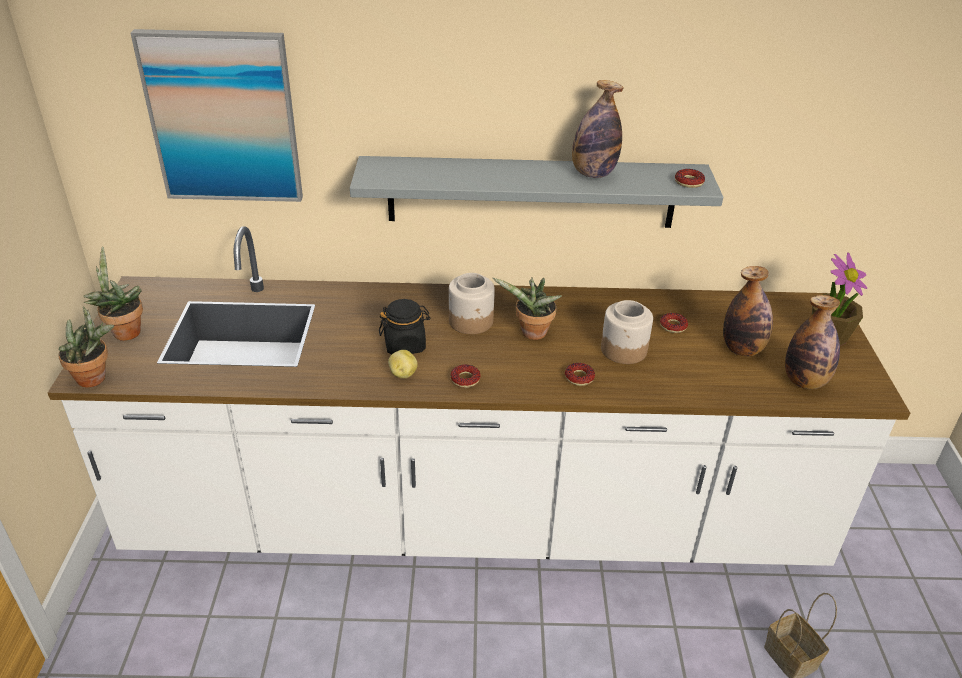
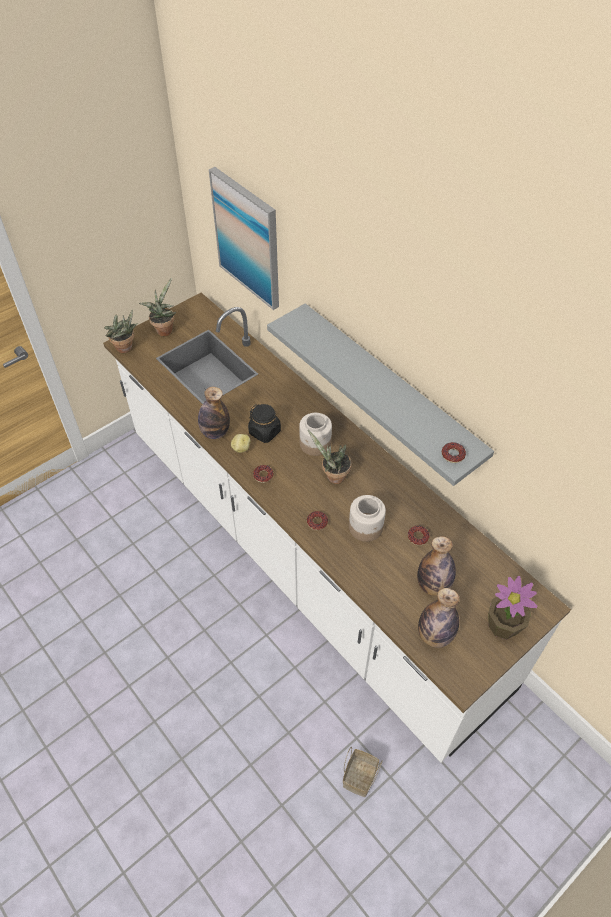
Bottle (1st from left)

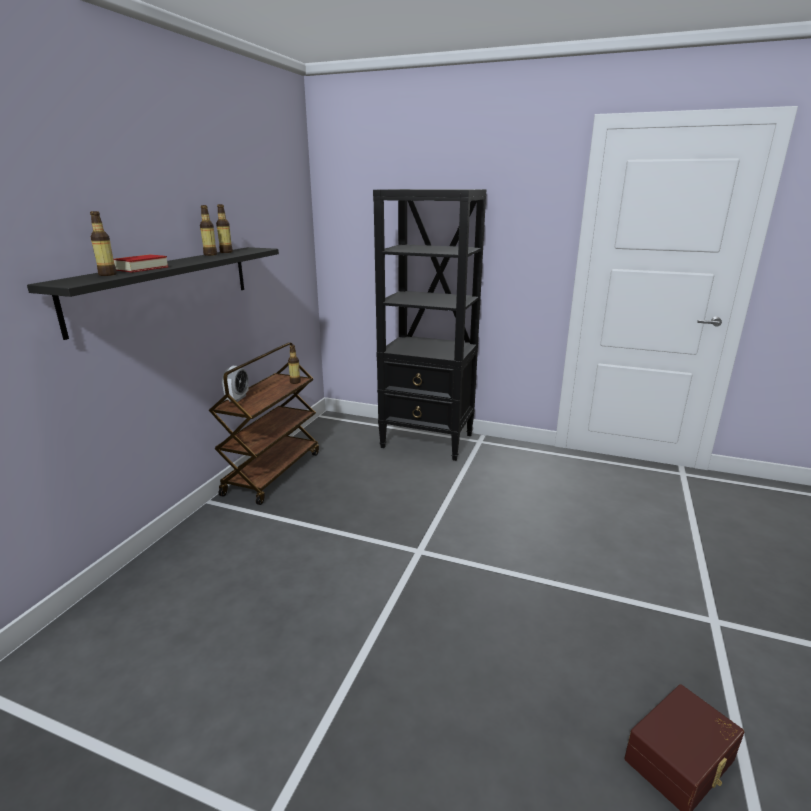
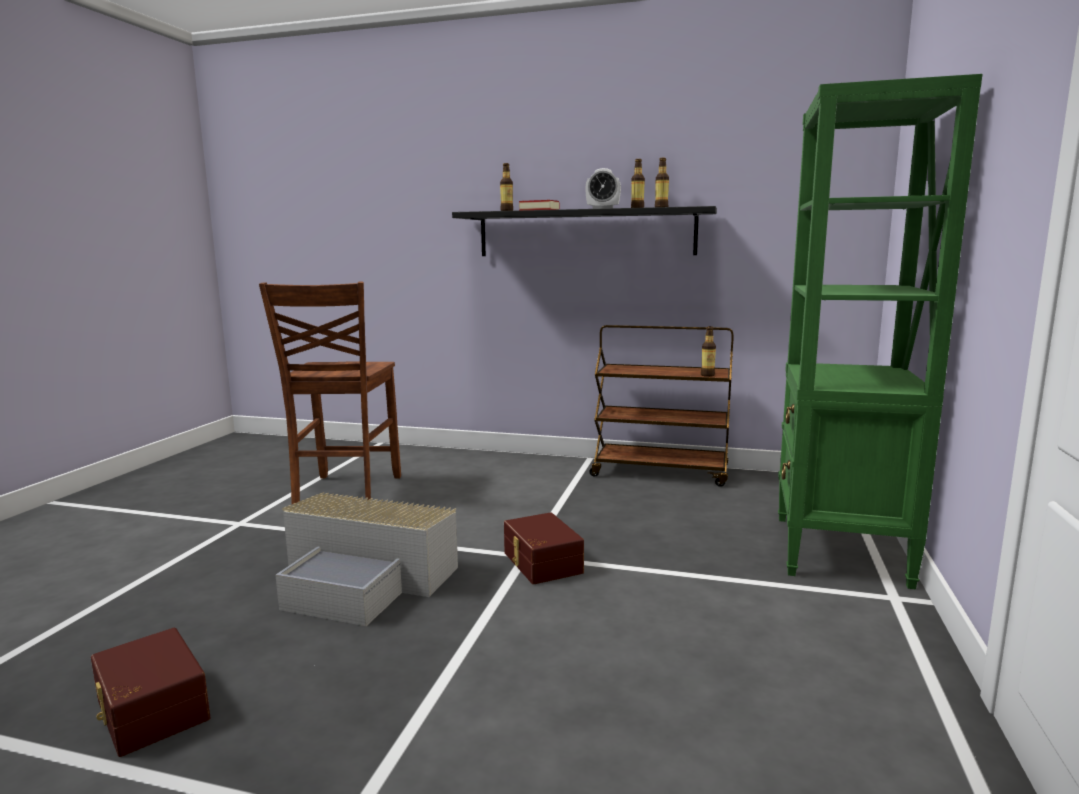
BrownUprightChair
GrayStorageBin
BrownStorageBin (2nd from left)
BedsideClock
GreenishBookcase

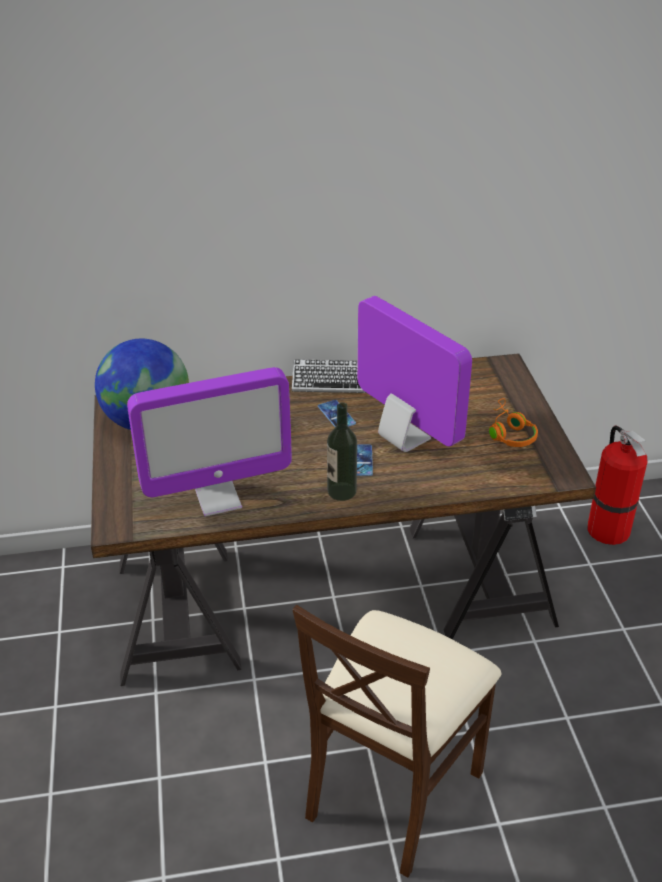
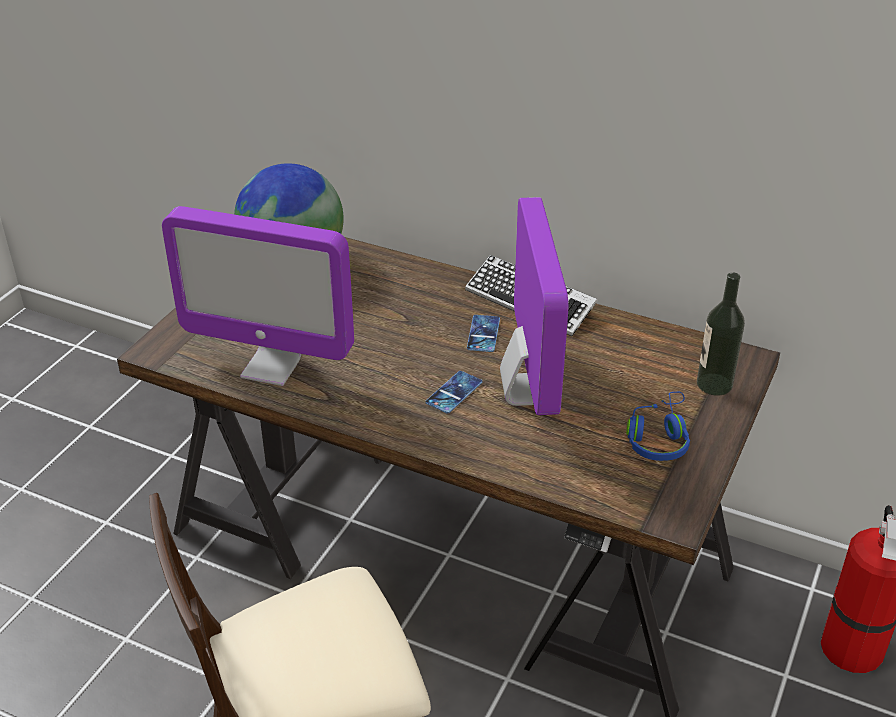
BluishHeadset
Bottle

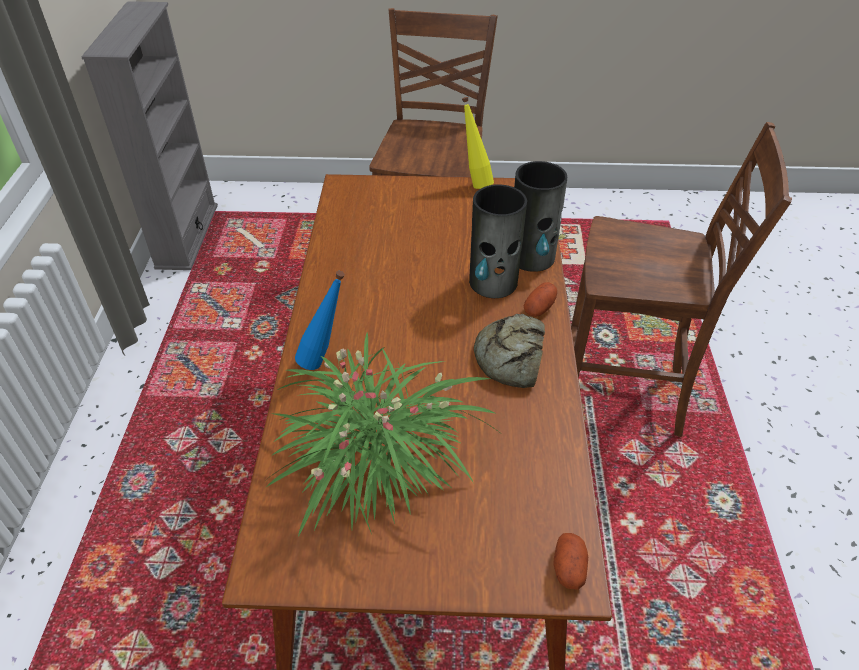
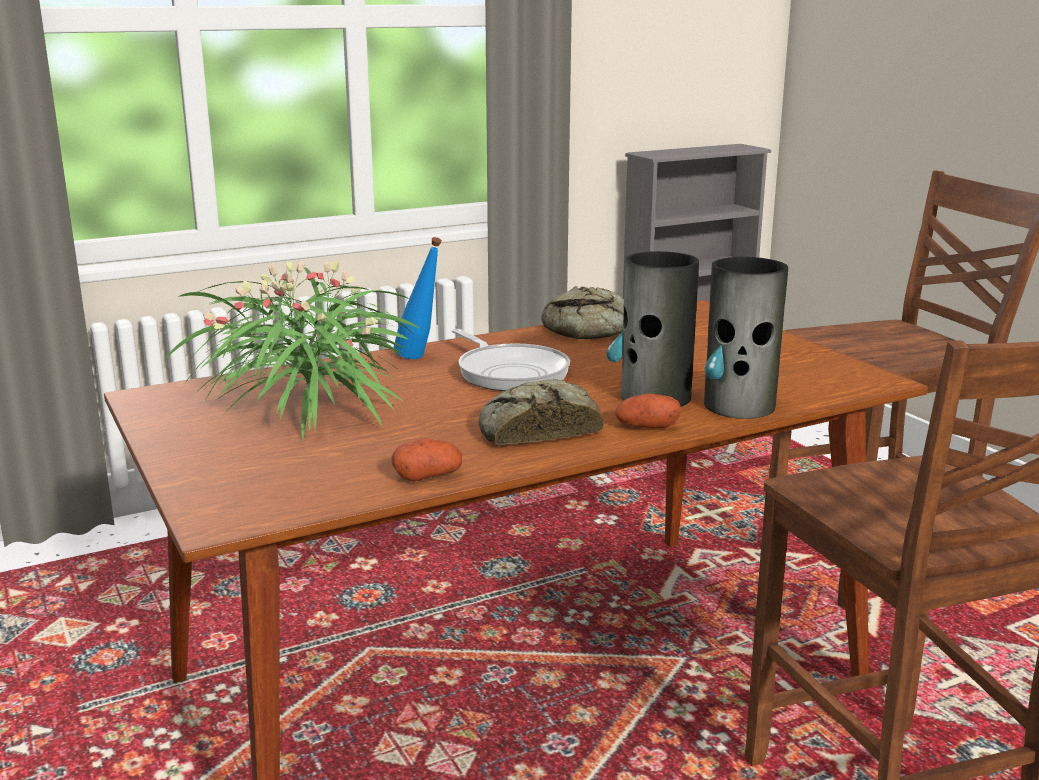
Potato (1st from left)
Skillet
BakeryBread (2nd from left)
YellowBottle

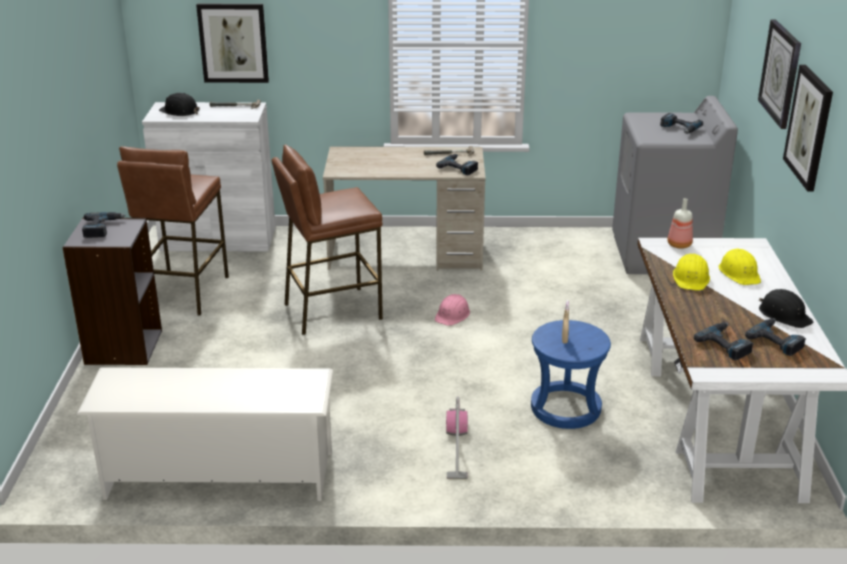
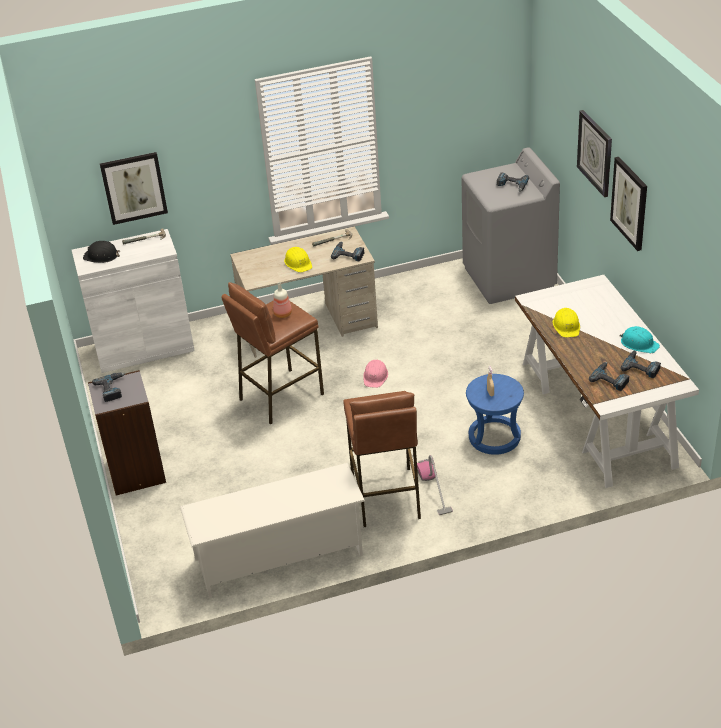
Bottle
YellowWorkHelmet (1st from left)
BrownStool (2nd from left)
BlueGreenWorkHelmet

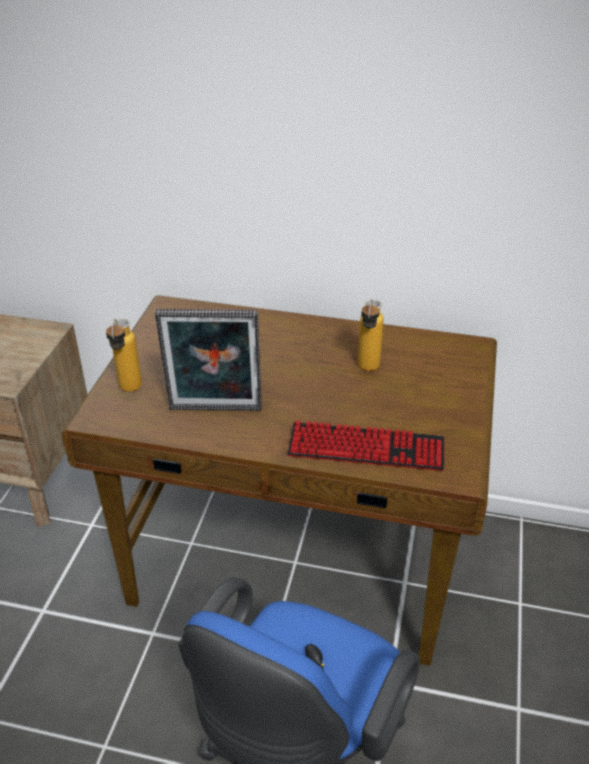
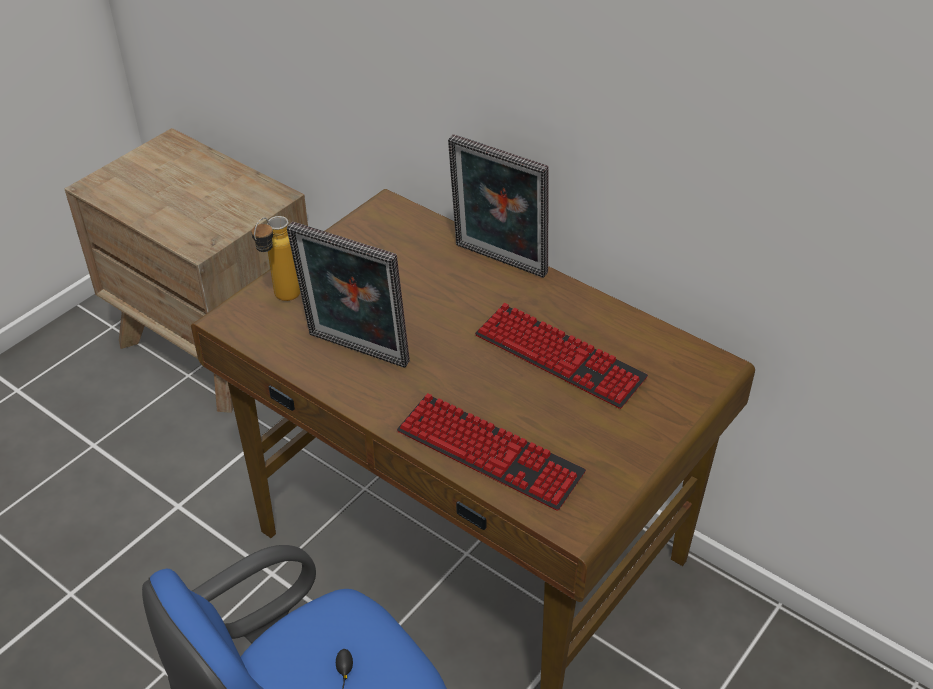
PhotoFrame (2nd from left)
ComputerKeyboard (2nd from left)

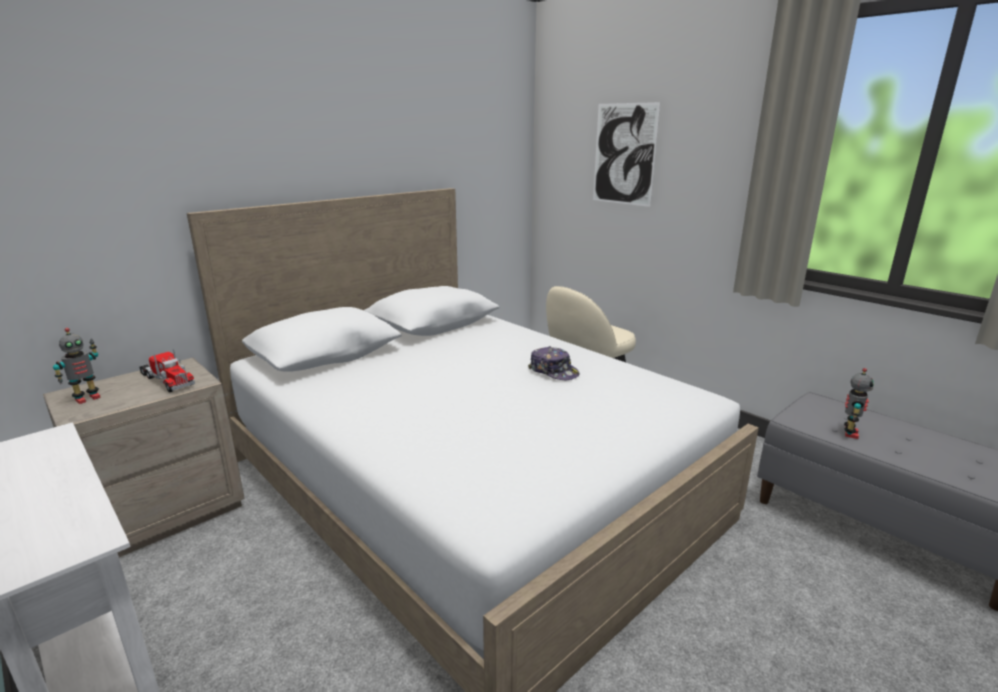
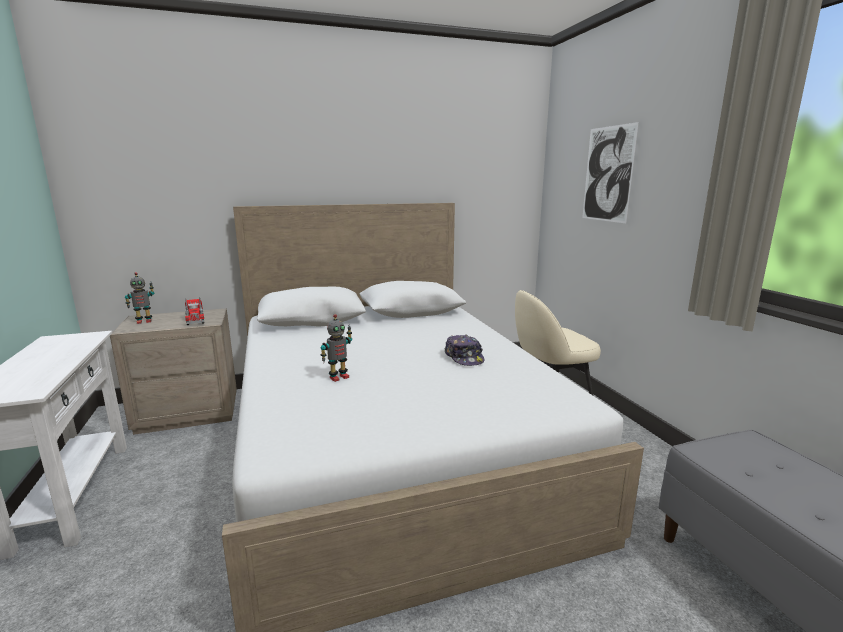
ToyRobot (2nd from left)

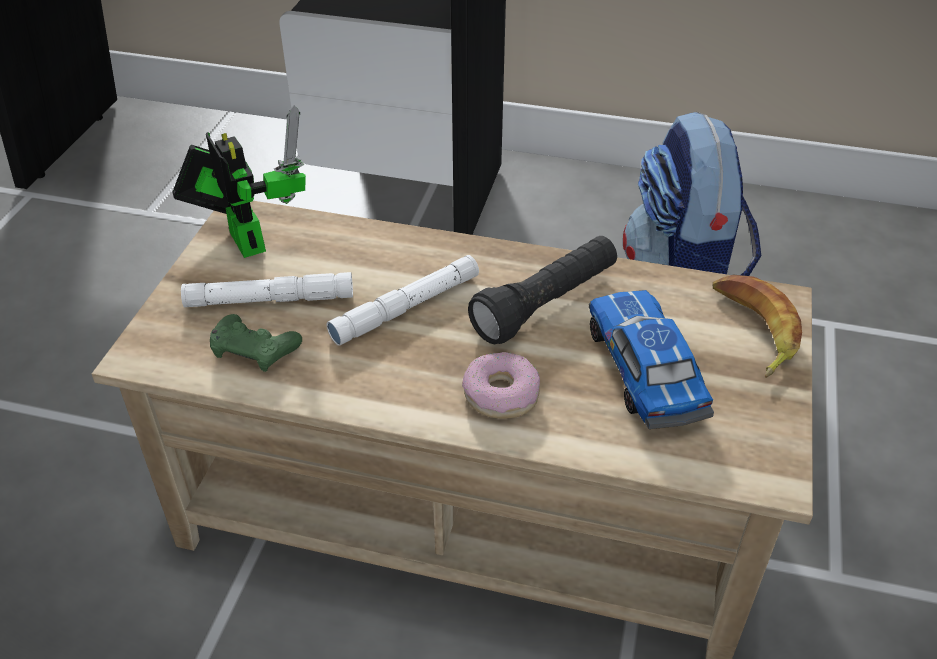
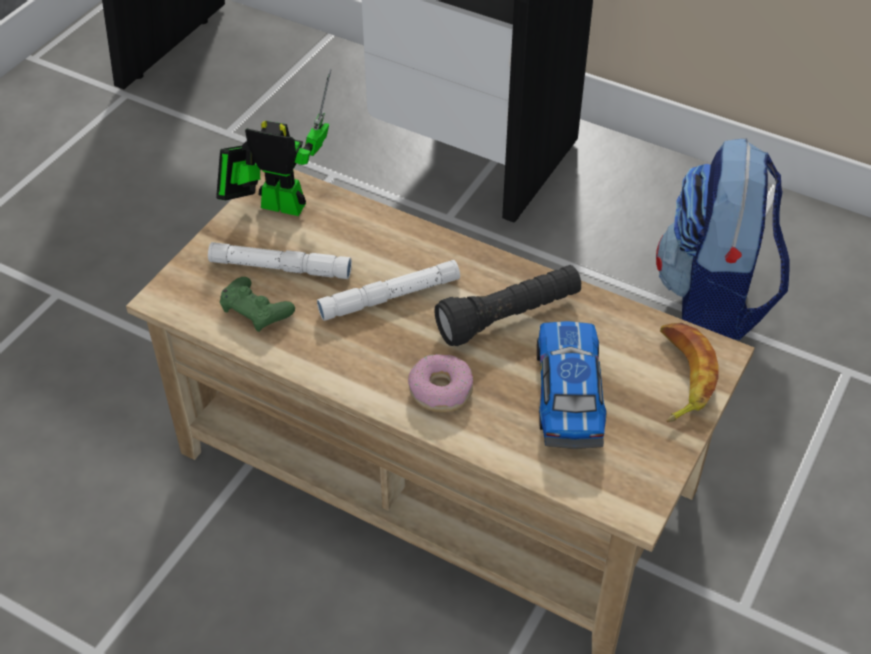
ToyRobot

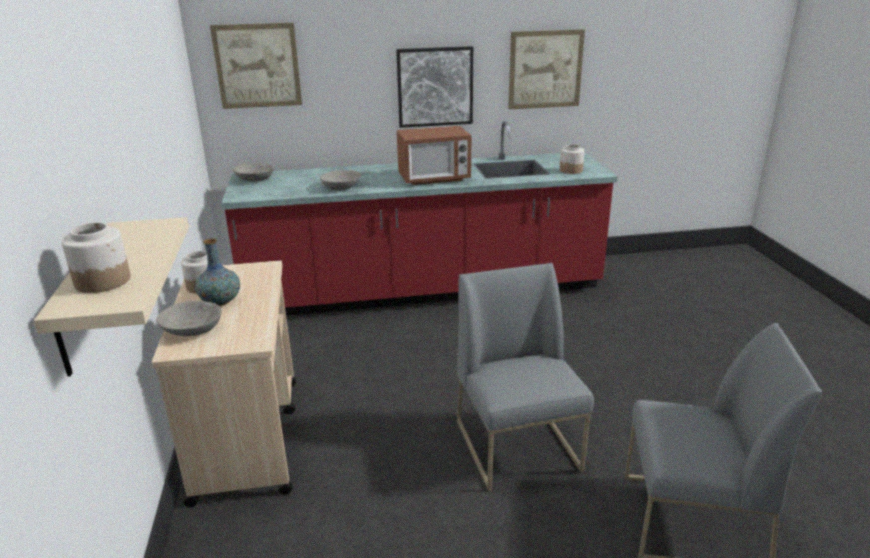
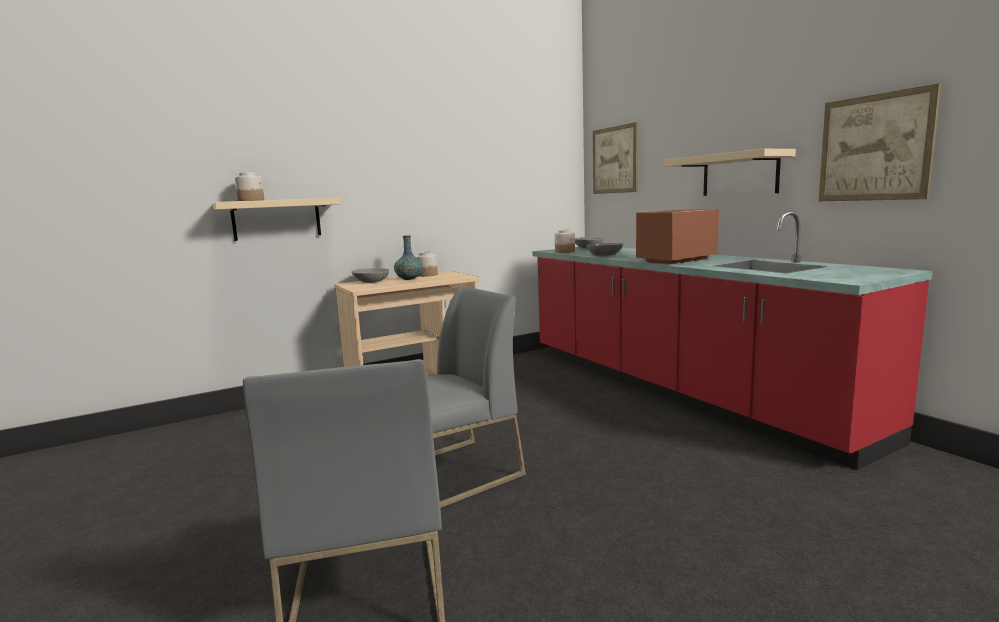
StorageJar (3rd from left)
KitchenMicrowave
BeigeColouredShelf (2nd from left)

